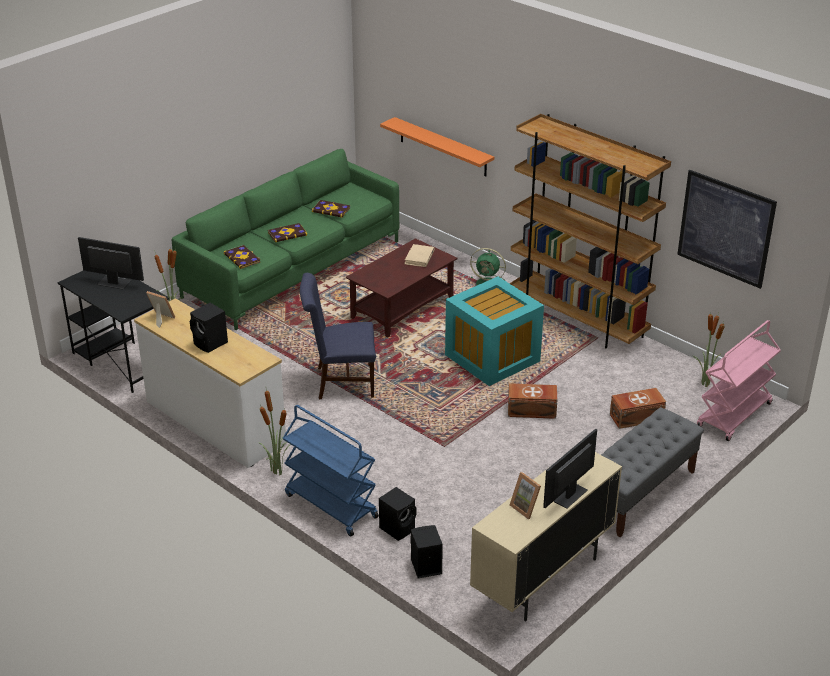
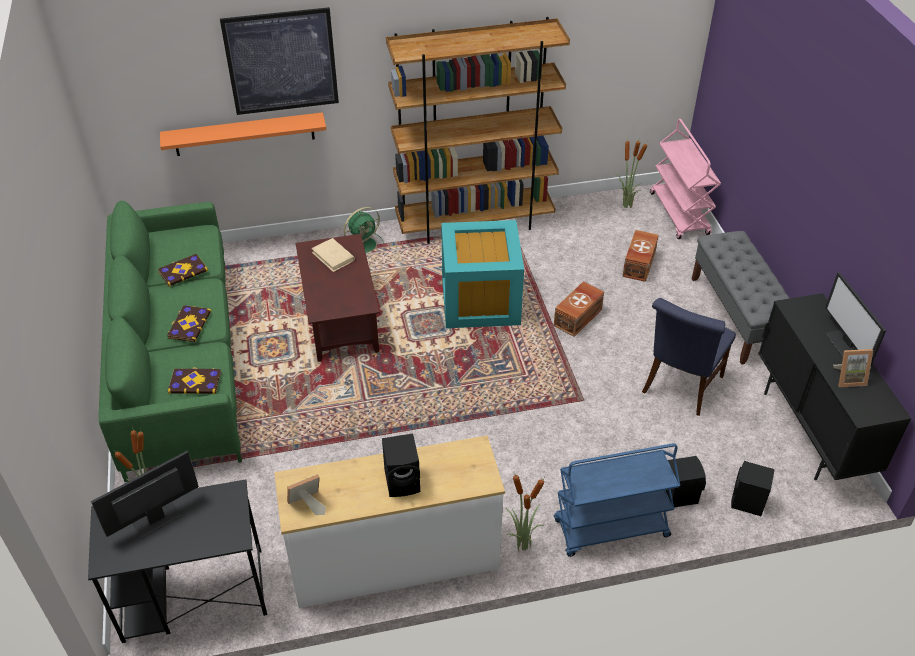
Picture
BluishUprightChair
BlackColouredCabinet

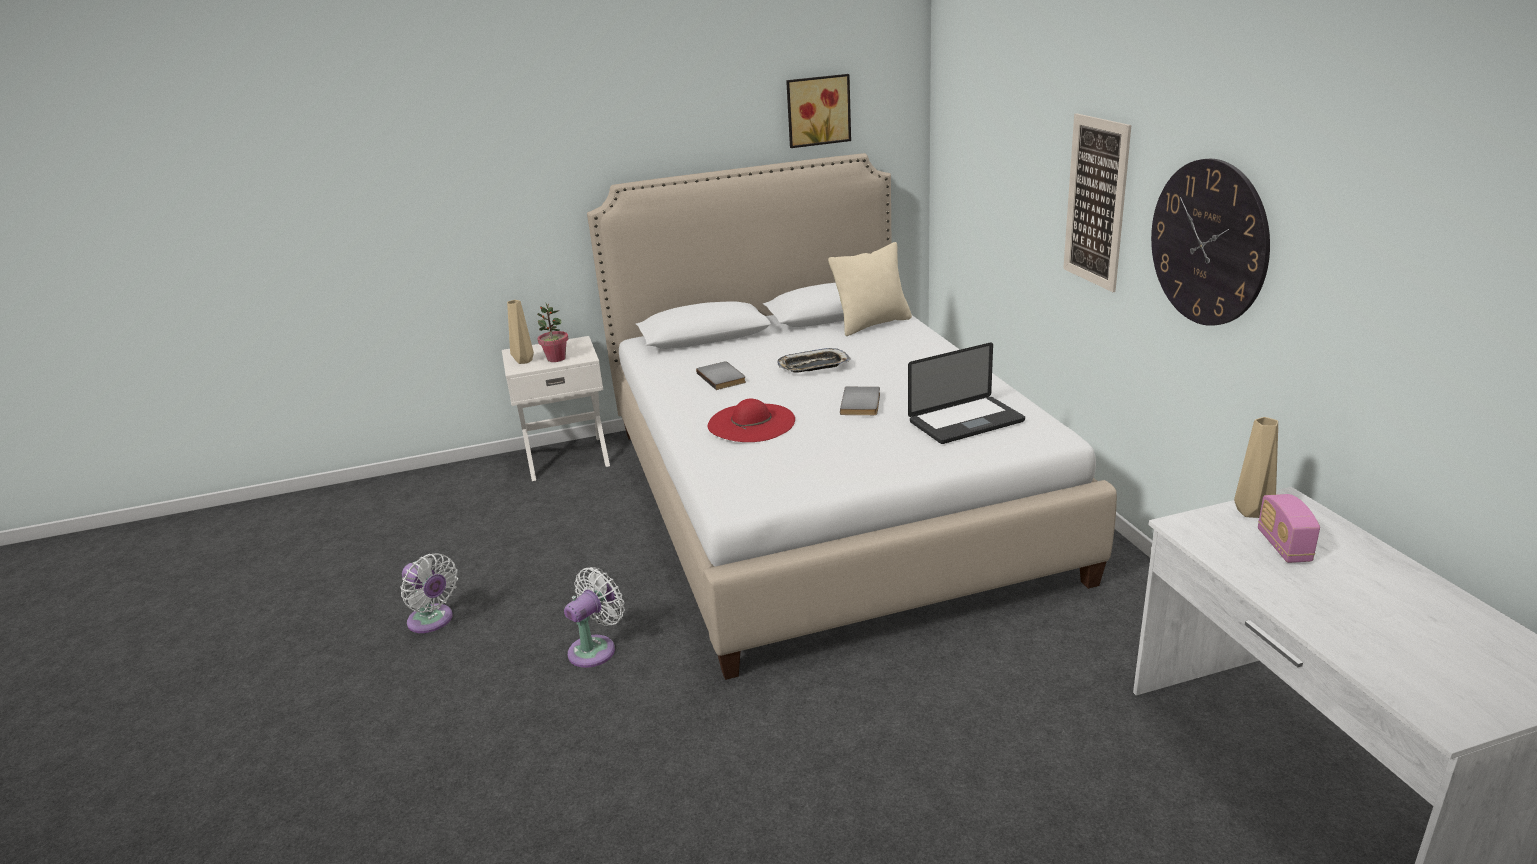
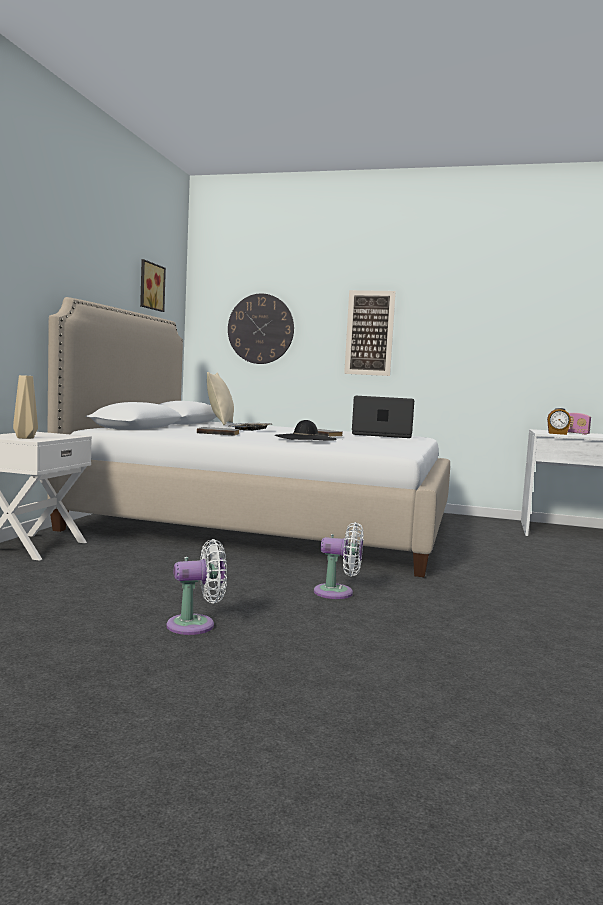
HangingClock
BlackColouredHat
WhitishFan (2nd from left)
PortableComputer
BedsideClock
Houseplant
BeigeColouredDecorativeVase (2nd from left in the first image)

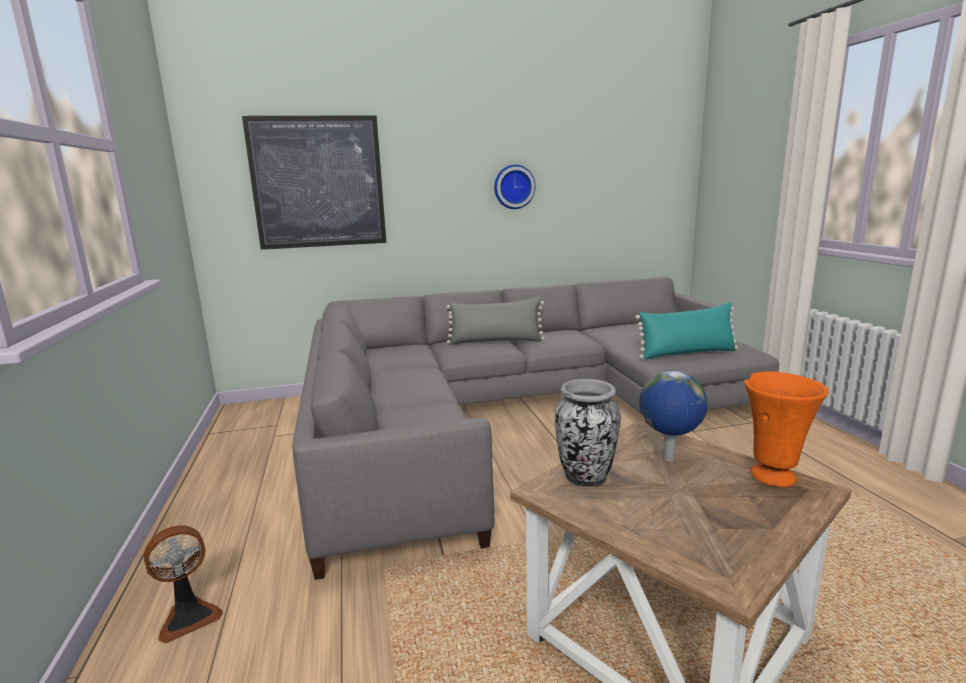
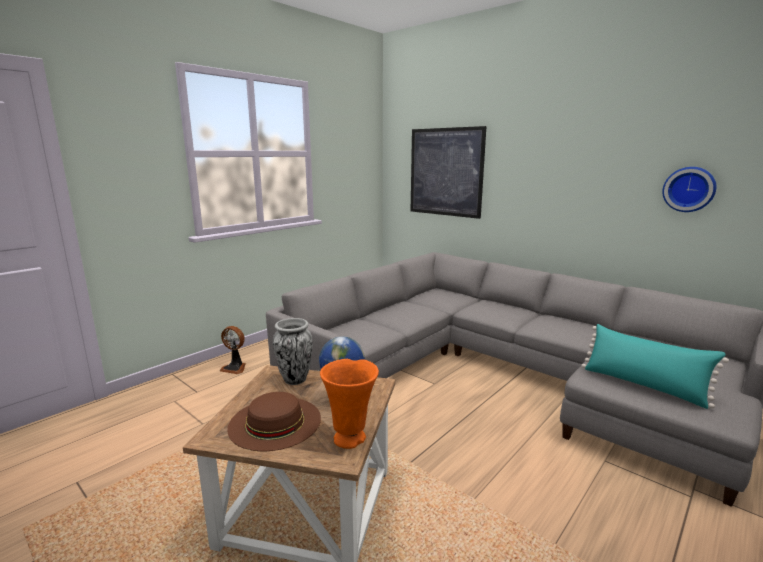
BrownHat
HangingClock
GrayThrowPillow

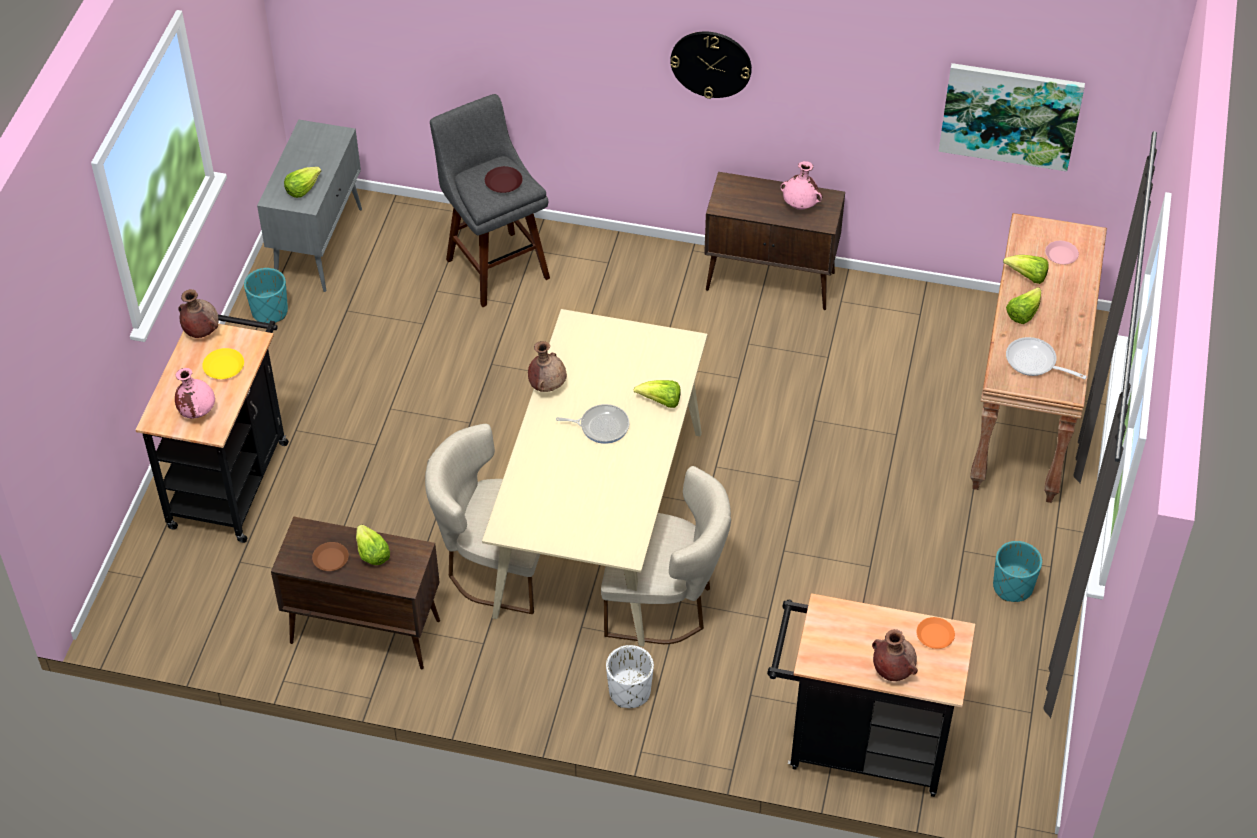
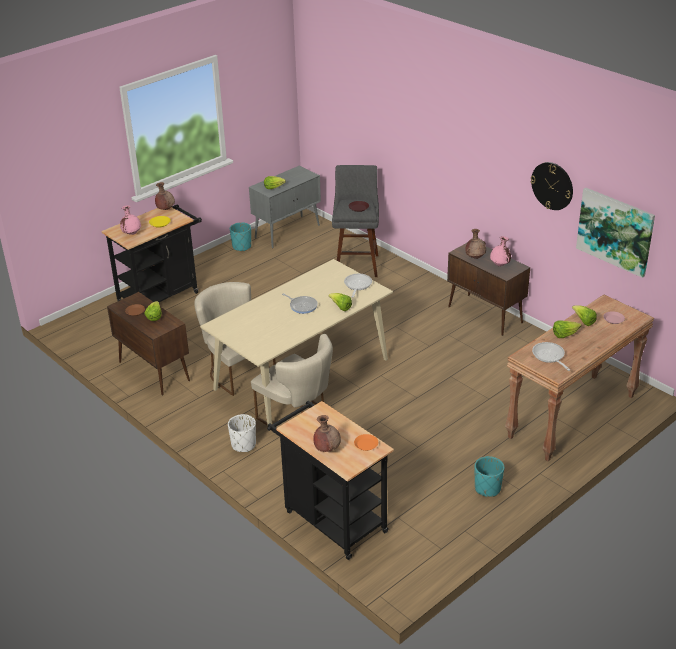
Skillet (2nd from left)
BrownDecorativeVase (3rd from left)
HangingClock

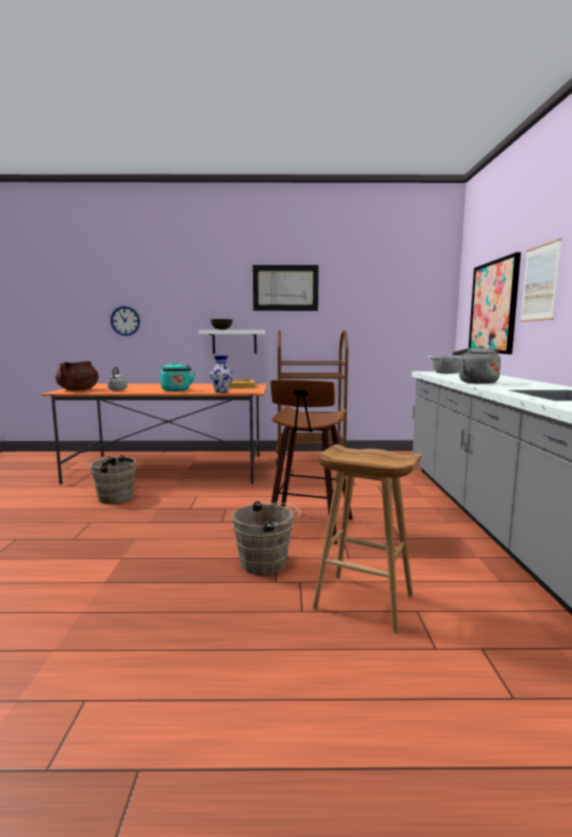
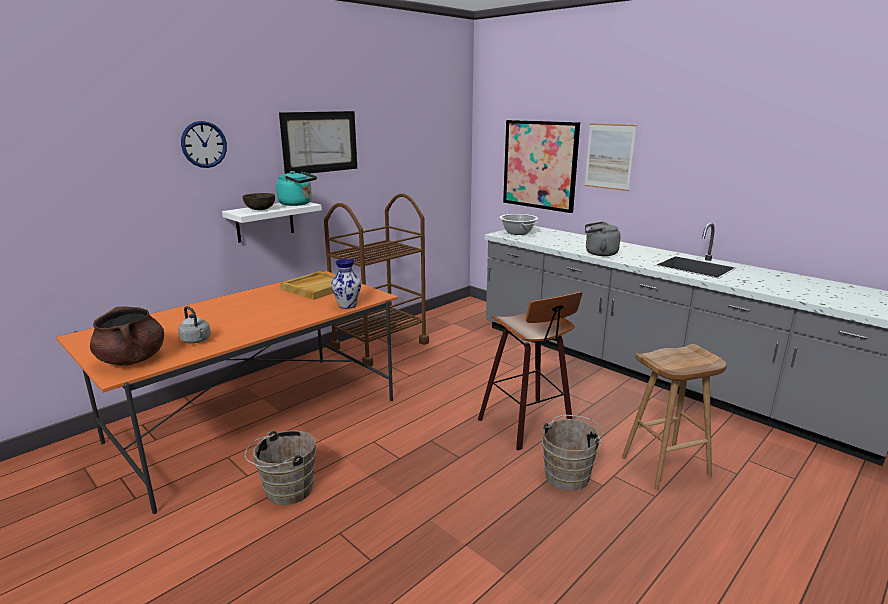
HangingClock
BlueGreenTeaKettle

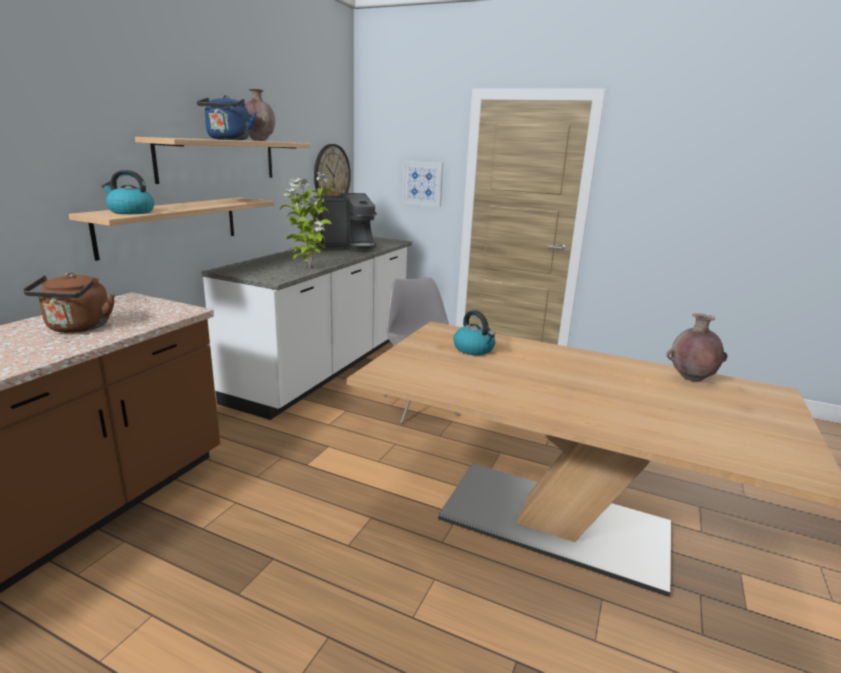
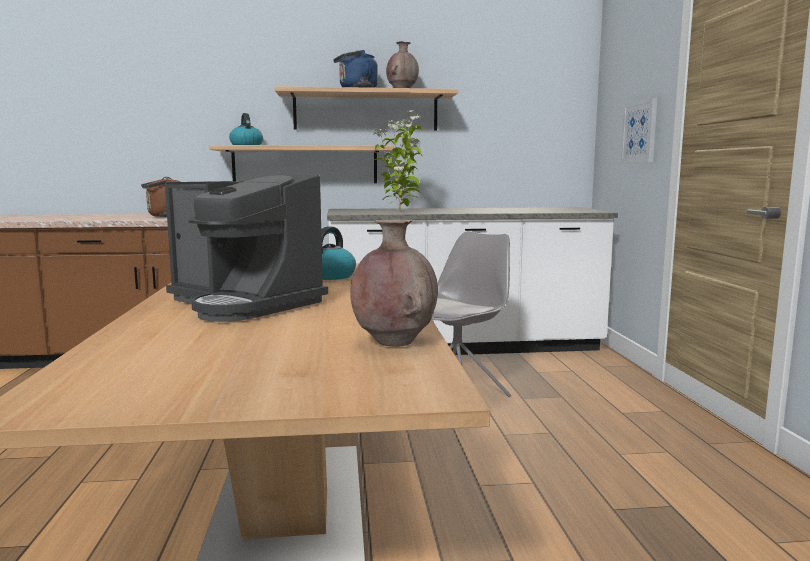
CoffeeMachine
HangingClock

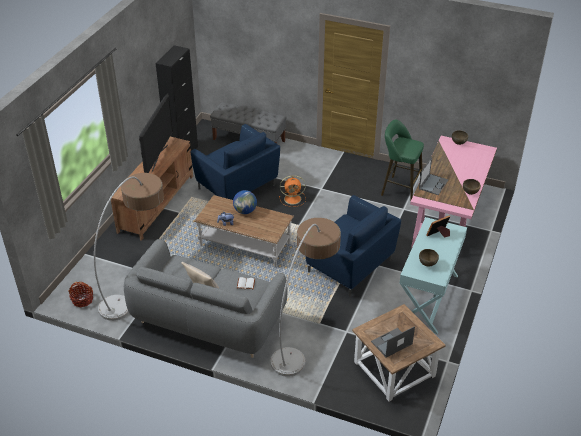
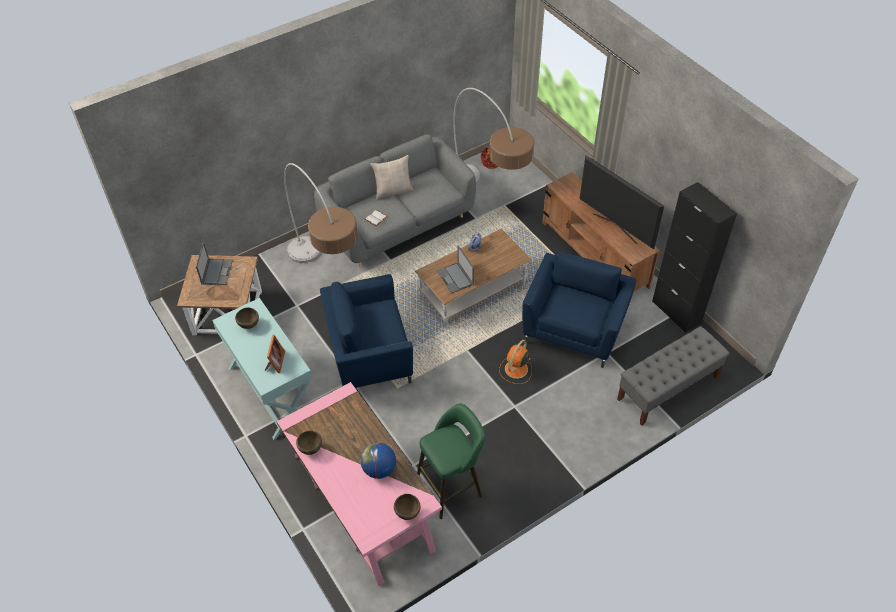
Globe
PortableComputer (2nd from left)
BluishLoungeChair (2nd from left)

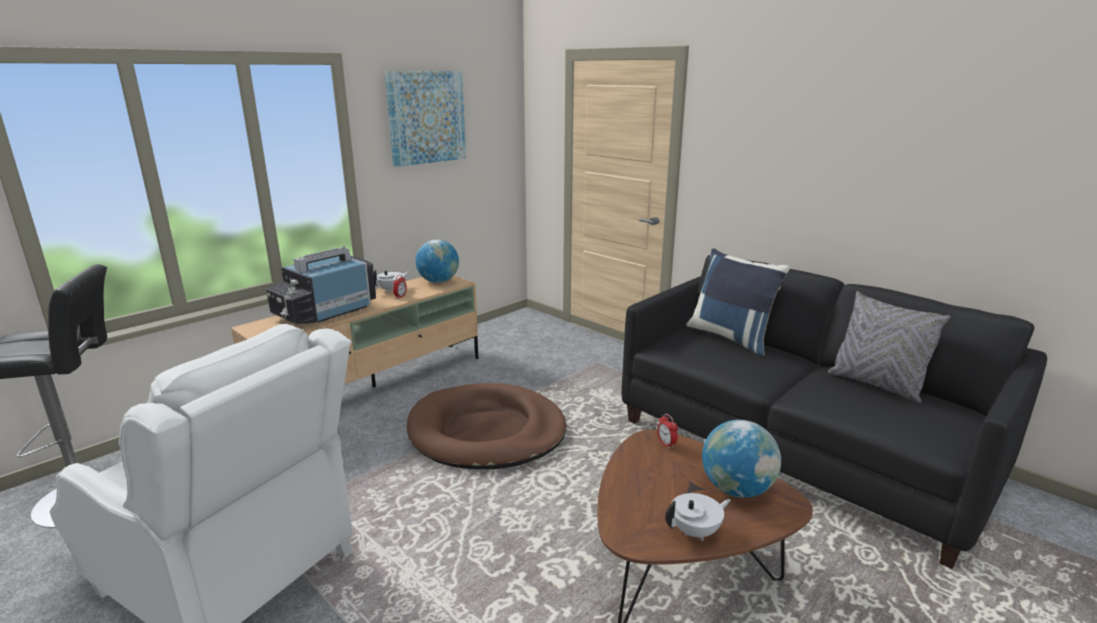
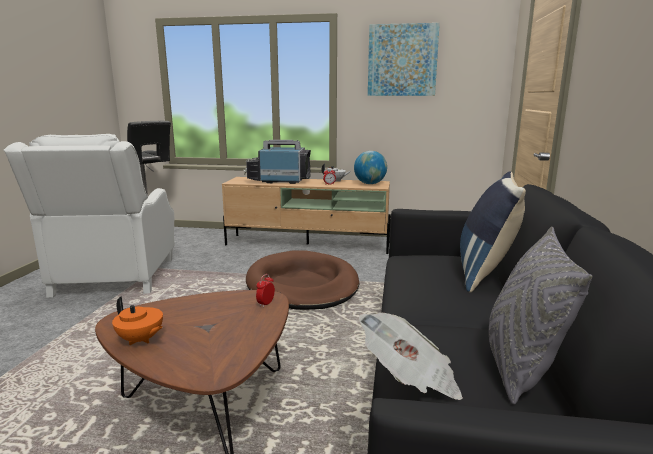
OrangeTeaPot
DailyPaper
Globe (2nd from left in the first image)

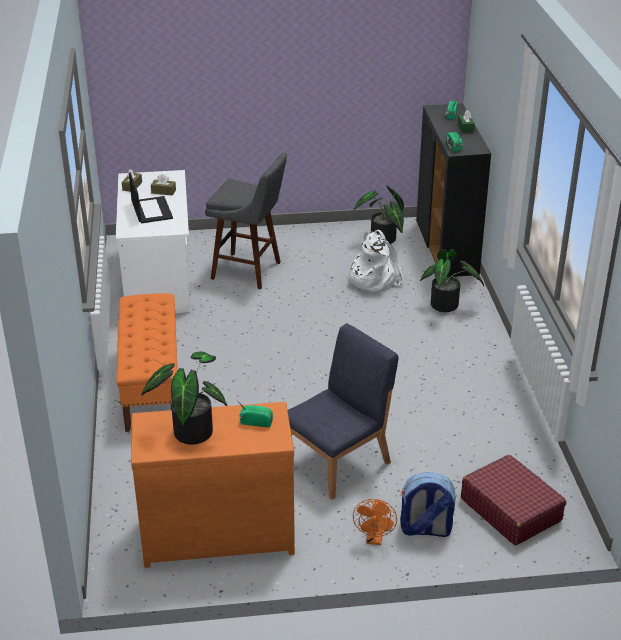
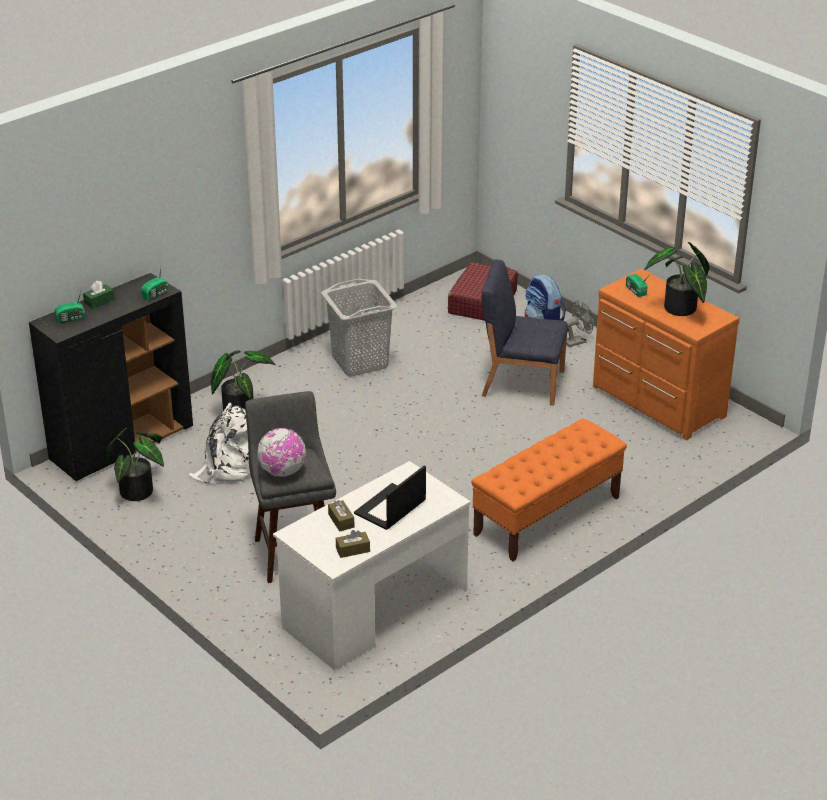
Globe
GrayLaundryBasket
GrayFan

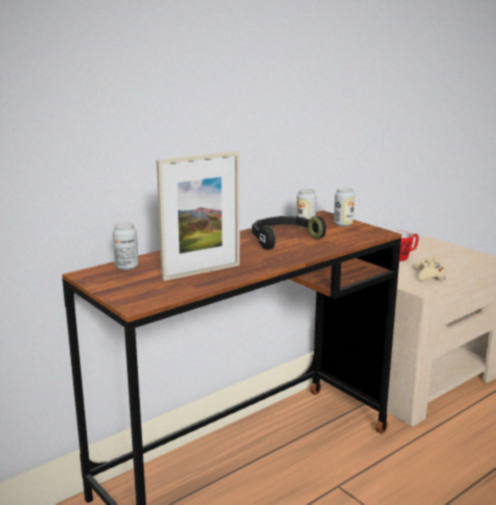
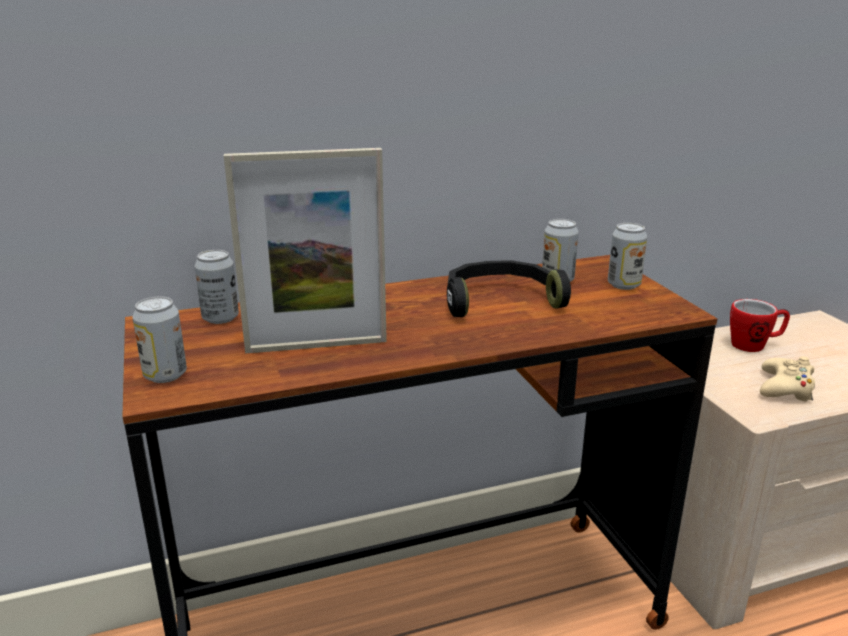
Can (1st from left)

